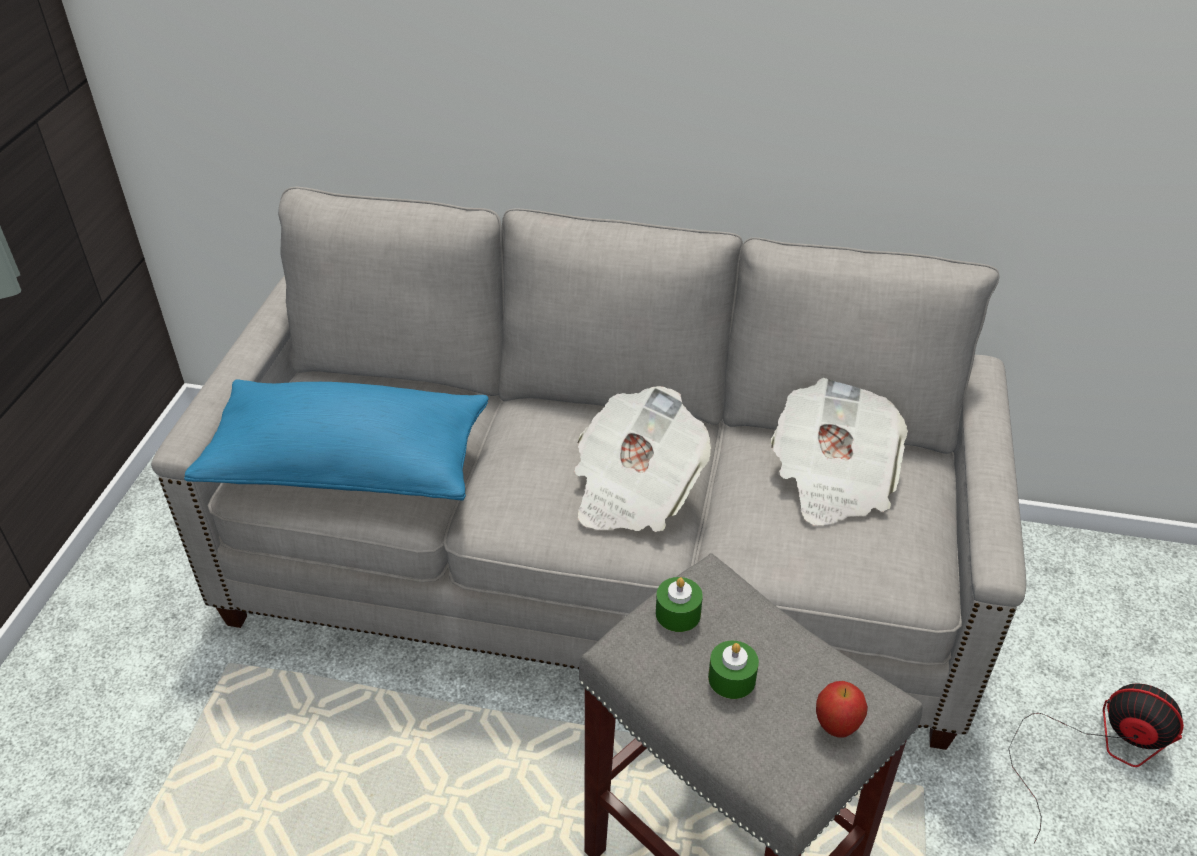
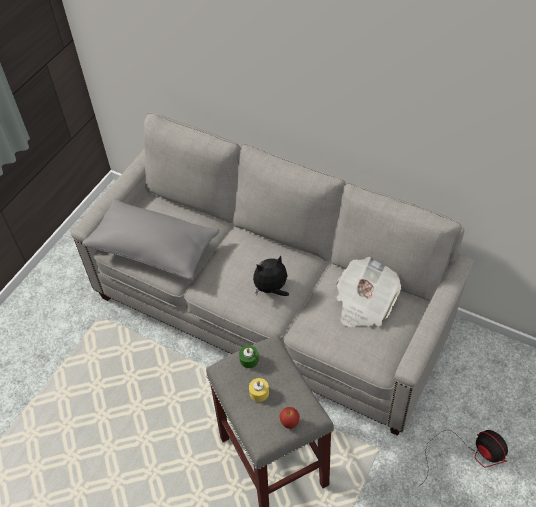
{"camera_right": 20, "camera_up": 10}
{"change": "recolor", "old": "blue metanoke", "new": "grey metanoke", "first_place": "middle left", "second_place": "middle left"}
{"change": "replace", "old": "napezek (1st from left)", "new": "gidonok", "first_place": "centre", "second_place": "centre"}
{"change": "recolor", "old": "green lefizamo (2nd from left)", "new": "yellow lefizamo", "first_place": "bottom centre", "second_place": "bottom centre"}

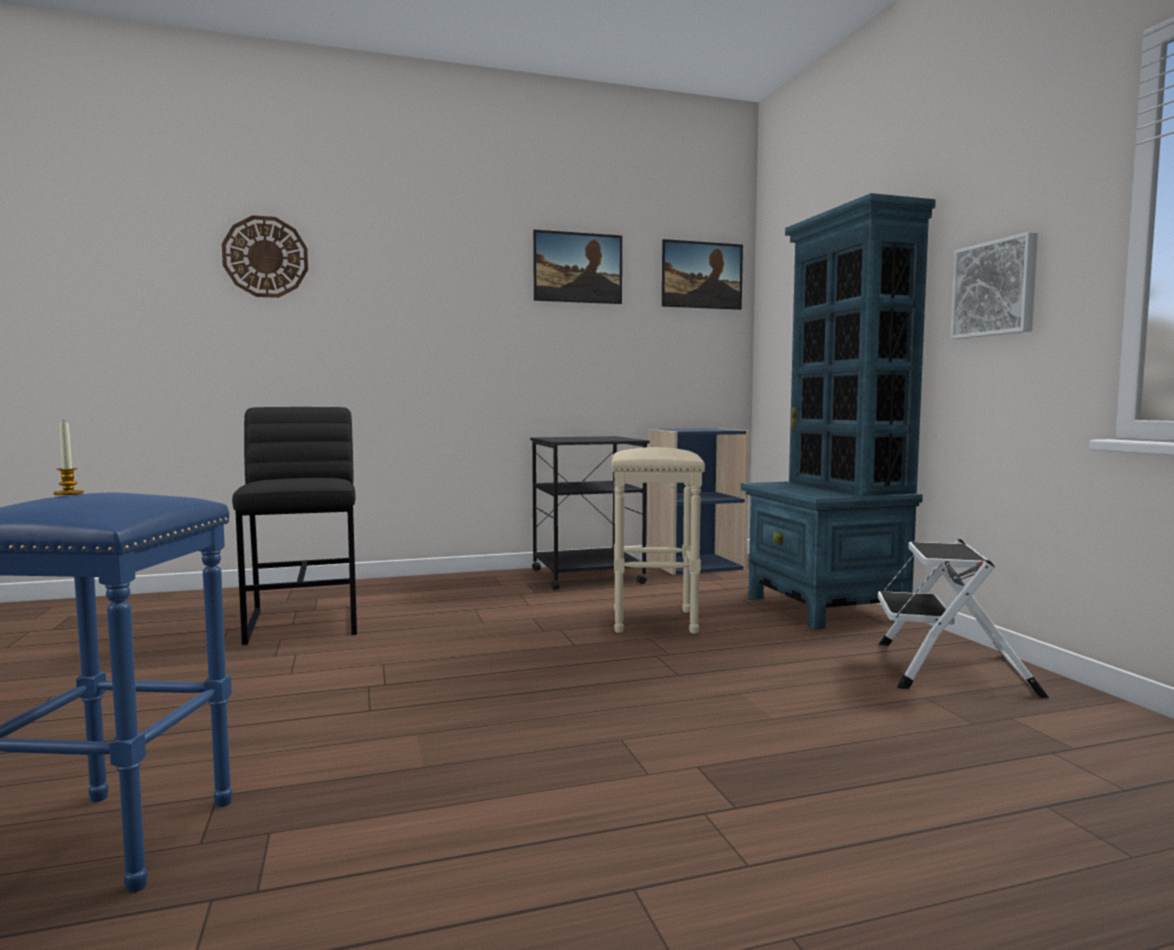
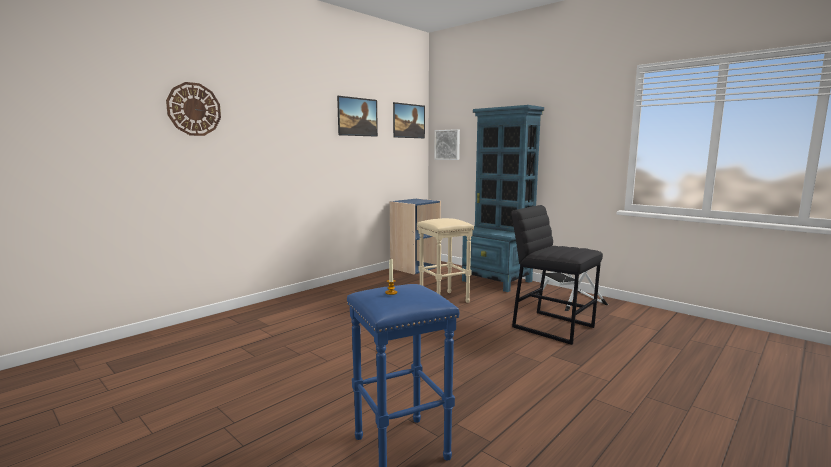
{"camera_right": -30, "camera_up": 5}
{"change": "move", "old": "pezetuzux (3rd from left)", "first_place": "top right", "second_place": "top centre"}
{"change": "move", "old": "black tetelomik", "first_place": "middle left", "second_place": "middle right"}
{"change": "delete", "old": "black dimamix", "first_place": "centre"}

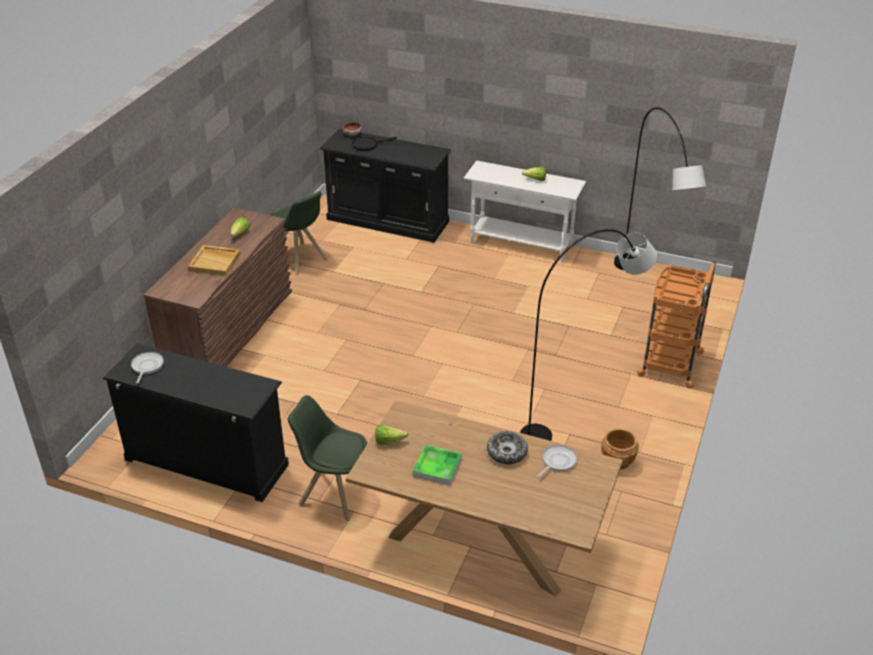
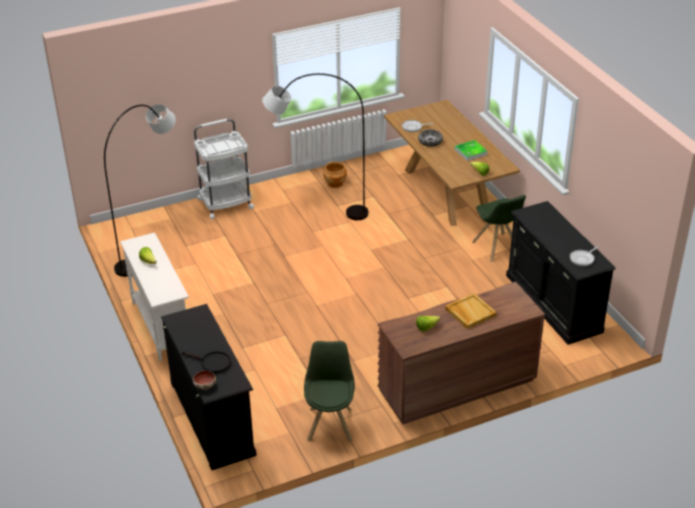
{"camera_right": -135, "camera_up": 0}
{"change": "recolor", "old": "orange dimamix", "new": "white dimamix", "first_place": "middle right", "second_place": "top left"}

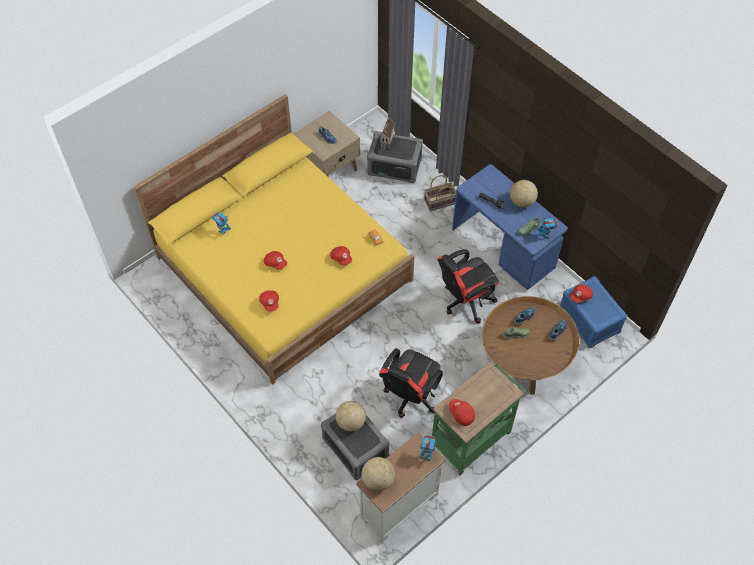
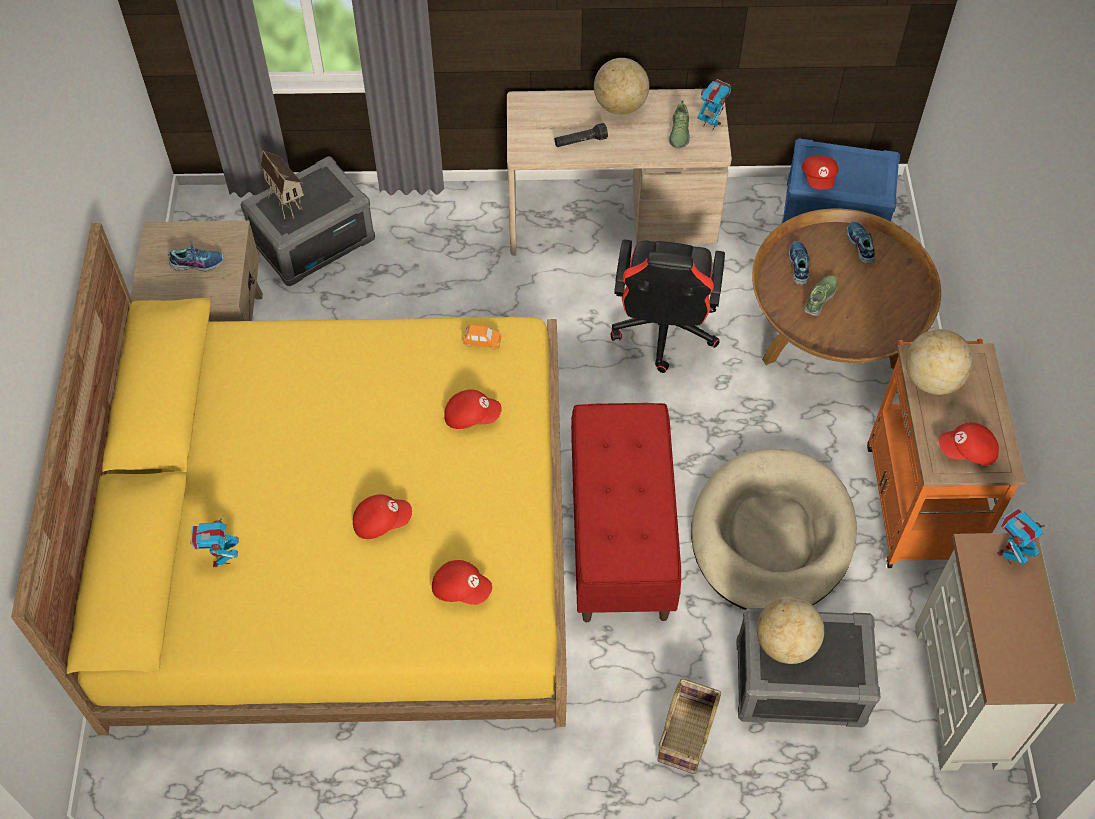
{"camera_right": -50, "camera_up": 0}
{"change": "recolor", "old": "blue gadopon", "new": "beige gadopon", "first_place": "middle right", "second_place": "top centre"}
{"change": "move", "old": "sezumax", "first_place": "centre", "second_place": "bottom centre"}
{"change": "replace", "old": "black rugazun (1st from left)", "new": "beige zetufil", "first_place": "bottom centre", "second_place": "middle right"}
{"change": "recolor", "old": "green dimamix", "new": "orange dimamix", "first_place": "bottom centre", "second_place": "middle right"}
{"change": "move", "old": "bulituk (2nd from left in the first image)", "new": "bulituk (3rd from left)", "first_place": "bottom centre", "second_place": "middle right"}
{"change": "insert", "new": "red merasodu", "second_place": "centre"}

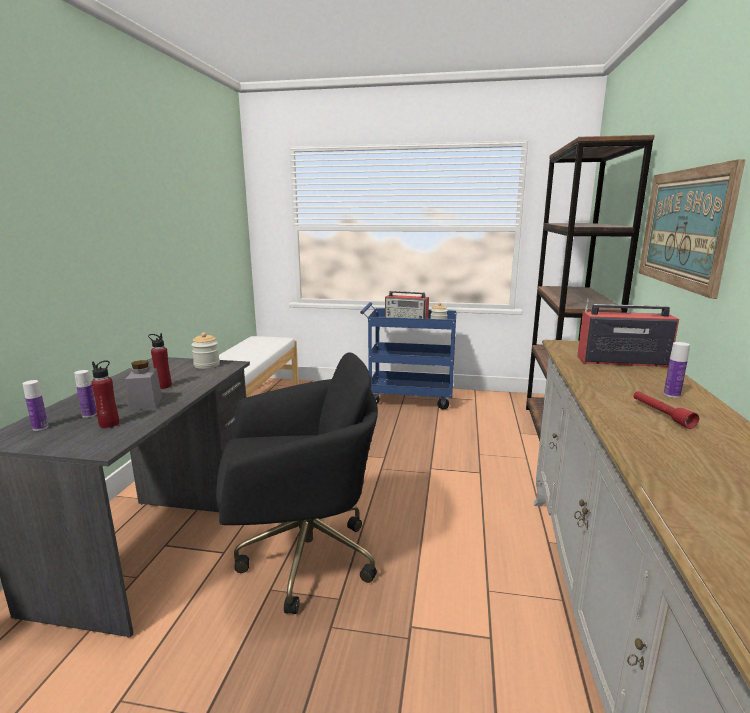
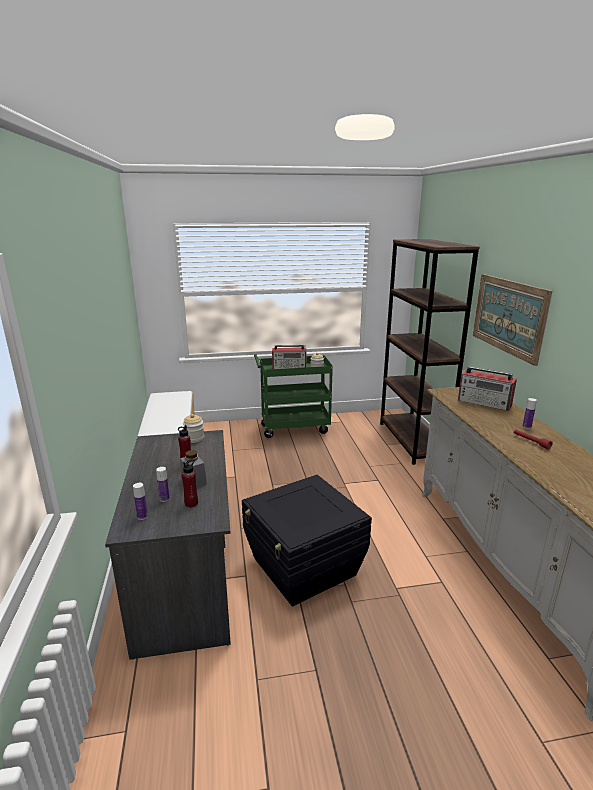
{"camera_right": -20, "camera_up": 5}
{"change": "rotate", "old": "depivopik (2nd from left)", "first_place": "middle right", "second_place": "middle right", "degrees": -135}
{"change": "recolor", "old": "blue dimamix", "new": "green dimamix", "first_place": "centre", "second_place": "centre"}
{"change": "replace", "old": "black rugazun", "new": "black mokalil", "first_place": "bottom centre", "second_place": "bottom centre"}

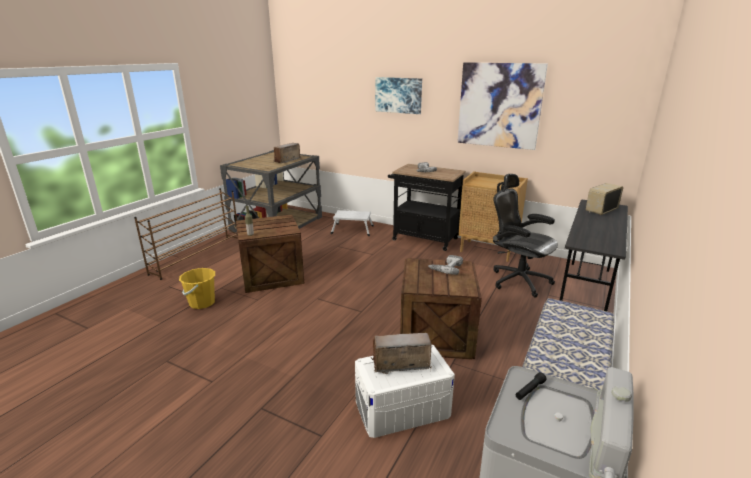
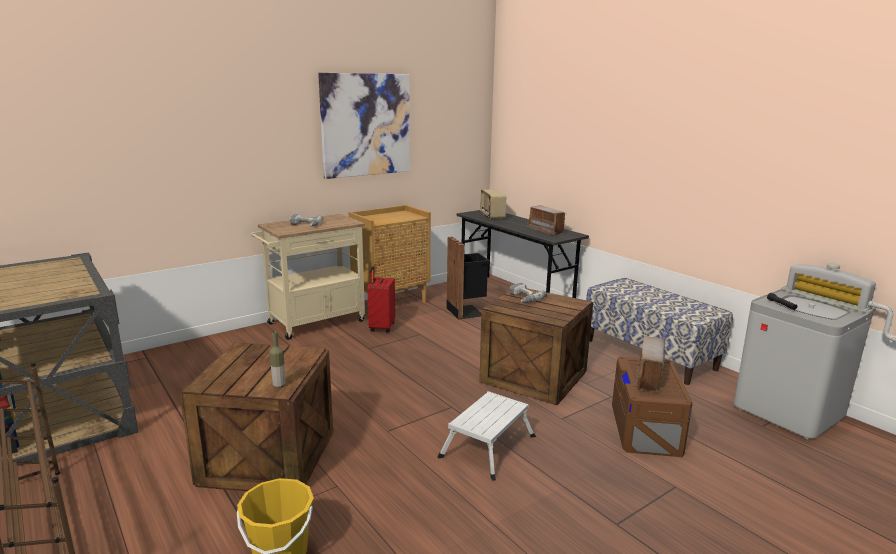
{"camera_right": -65, "camera_up": -5}
{"change": "delete", "old": "pezetuzux (1st from left)", "first_place": "top centre"}
{"change": "move", "old": "depivopik (1st from left in the first image)", "new": "depivopik (2nd from left)", "first_place": "top centre", "second_place": "centre"}
{"change": "recolor", "old": "black dimamix", "new": "beige dimamix", "first_place": "centre", "second_place": "centre"}
{"change": "replace", "old": "rugazun", "new": "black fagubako", "first_place": "middle right", "second_place": "centre"}
{"change": "move", "old": "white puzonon", "first_place": "centre", "second_place": "bottom centre"}
{"change": "recolor", "old": "white mokalil", "new": "brown mokalil", "first_place": "bottom centre", "second_place": "bottom right"}
{"change": "insert", "new": "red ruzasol", "second_place": "centre"}

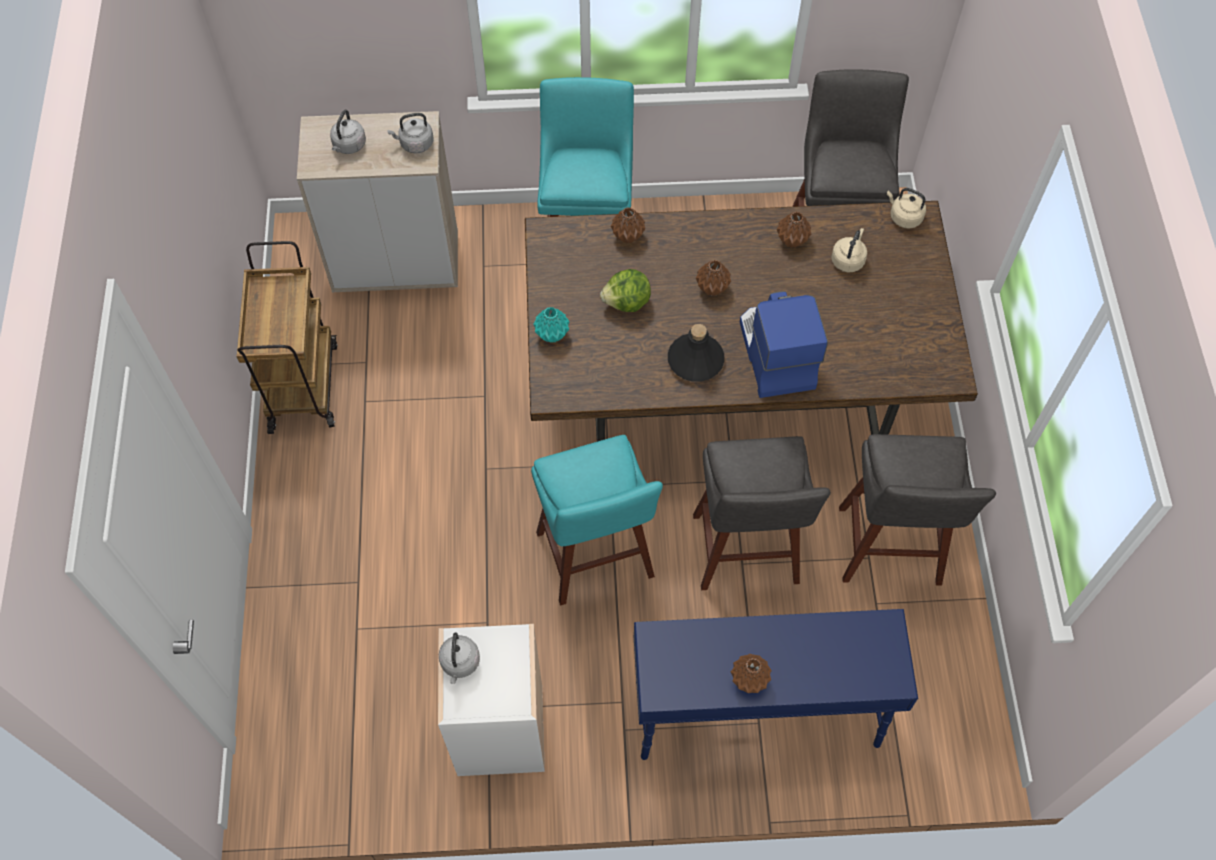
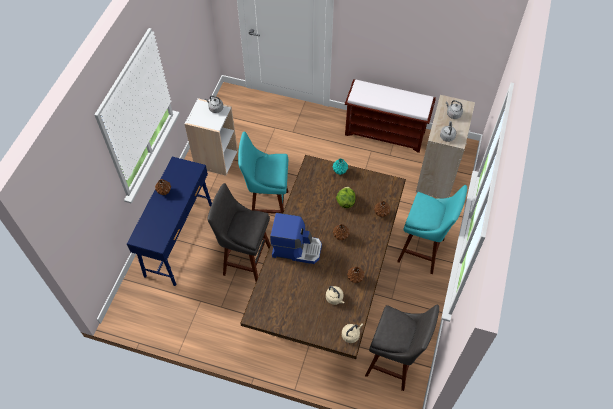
{"camera_right": 110, "camera_up": -5}
{"change": "replace", "old": "brown dimamix", "new": "brown merasodu", "first_place": "middle left", "second_place": "top centre"}
{"change": "delete", "old": "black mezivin", "first_place": "centre"}
{"change": "delete", "old": "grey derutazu (3rd from left)", "first_place": "middle right"}

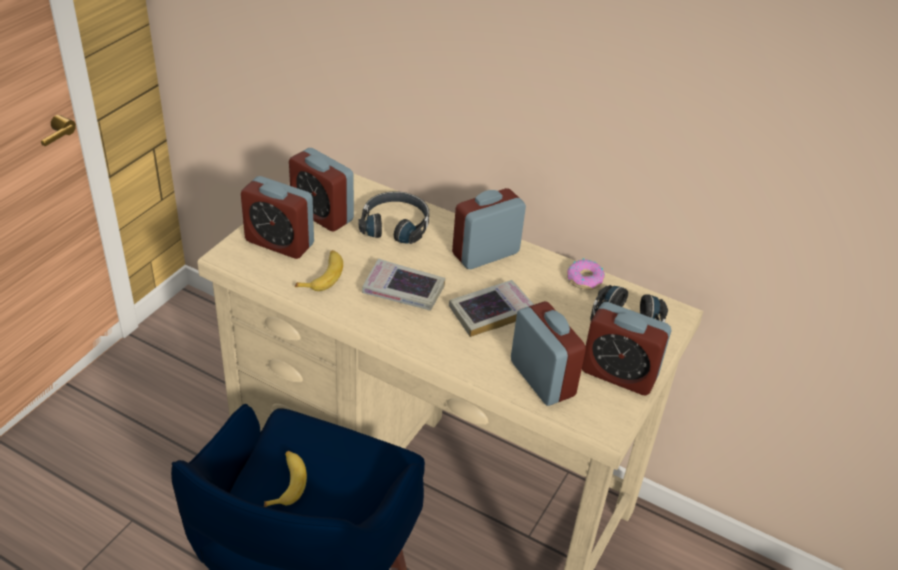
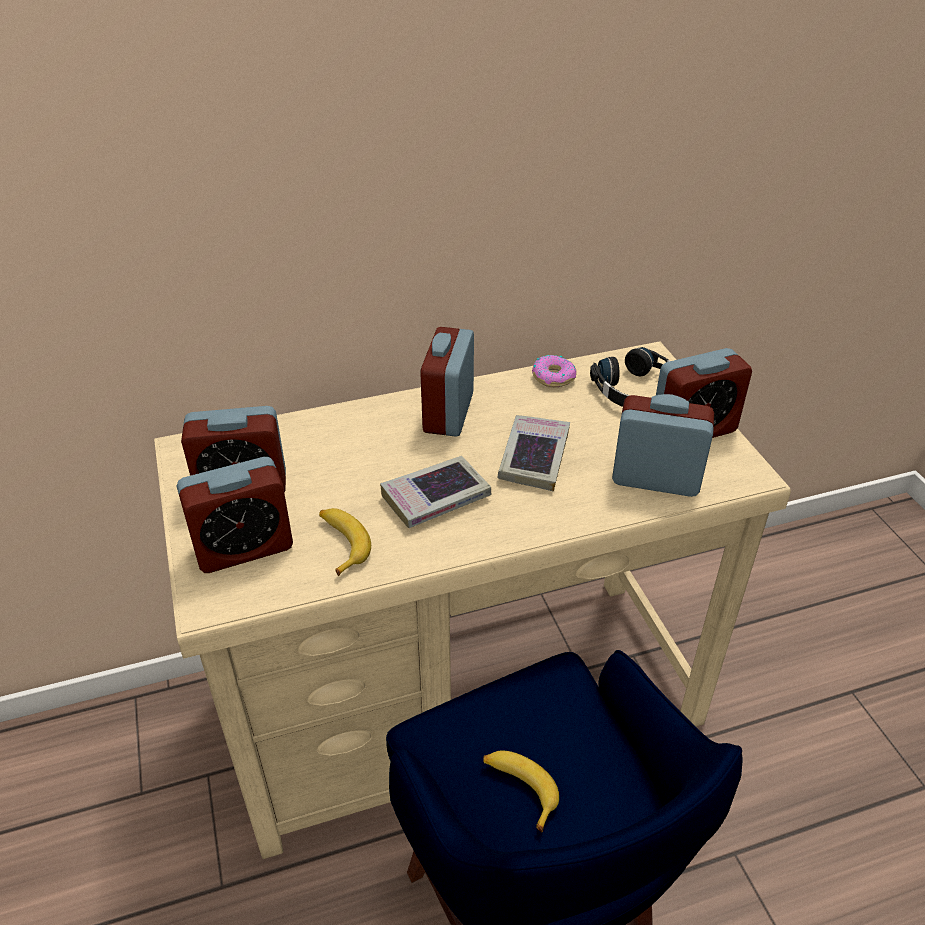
{"camera_right": -45, "camera_up": 0}
{"change": "delete", "old": "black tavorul (1st from left)", "first_place": "centre"}

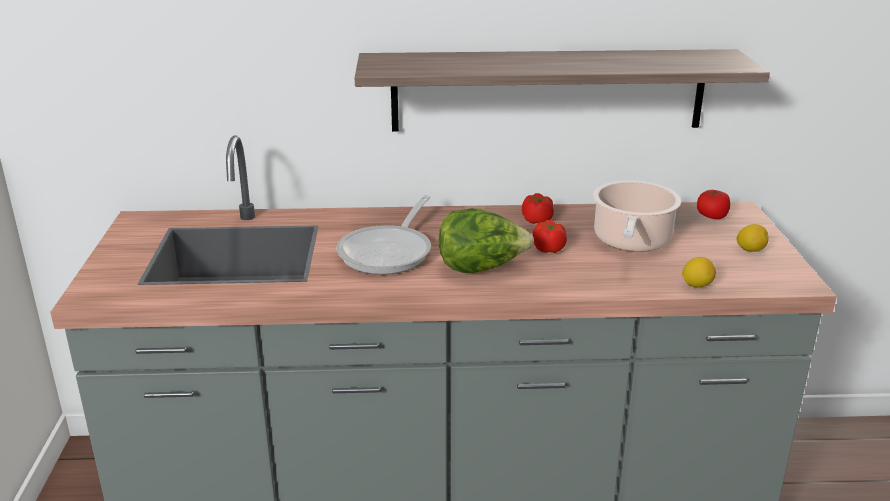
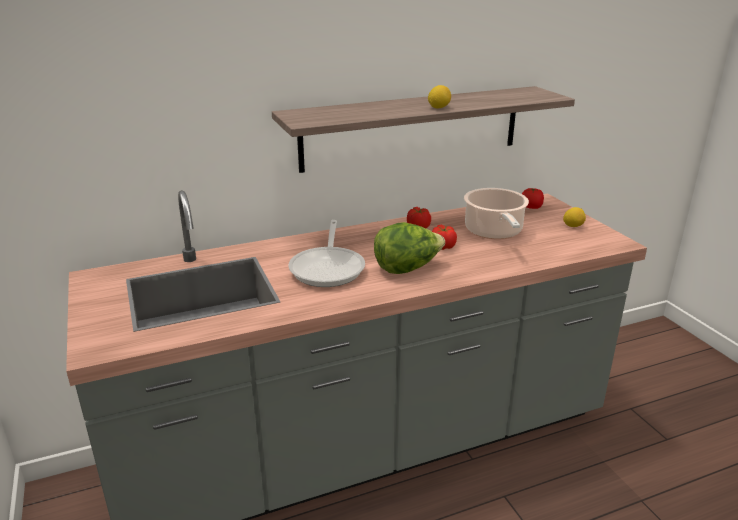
{"camera_right": -20, "camera_up": 0}
{"change": "move", "old": "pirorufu (1st from left)", "first_place": "middle right", "second_place": "top centre"}

